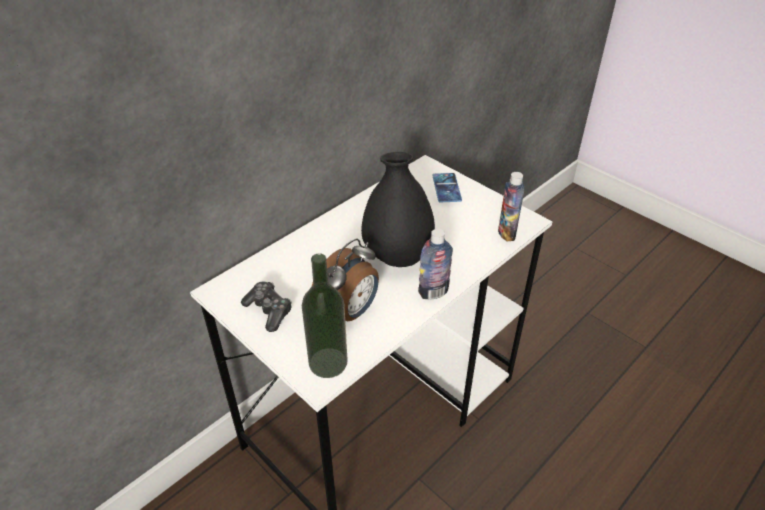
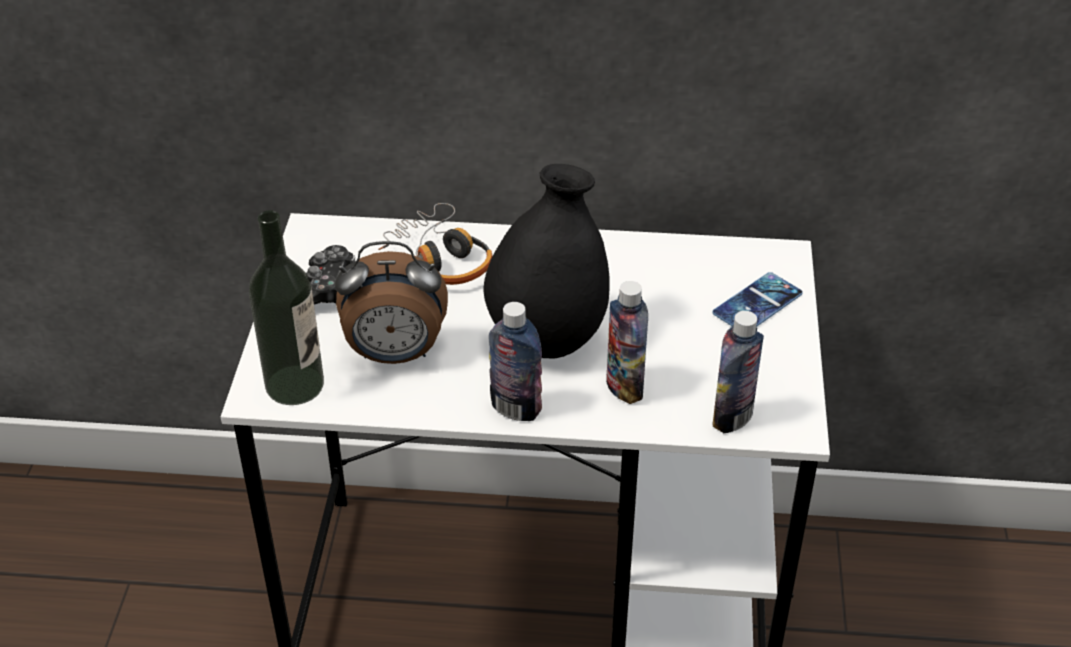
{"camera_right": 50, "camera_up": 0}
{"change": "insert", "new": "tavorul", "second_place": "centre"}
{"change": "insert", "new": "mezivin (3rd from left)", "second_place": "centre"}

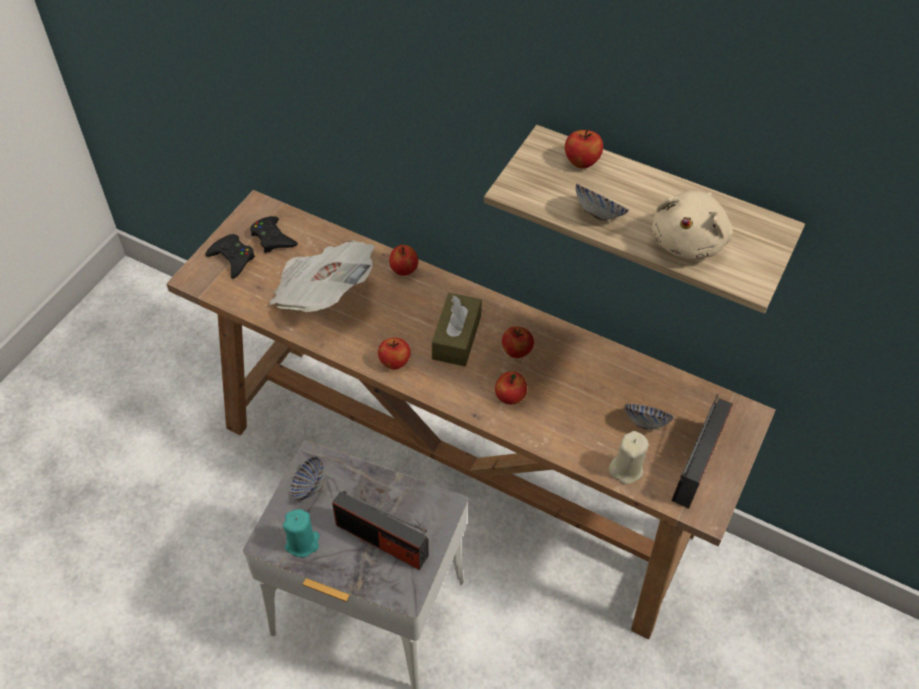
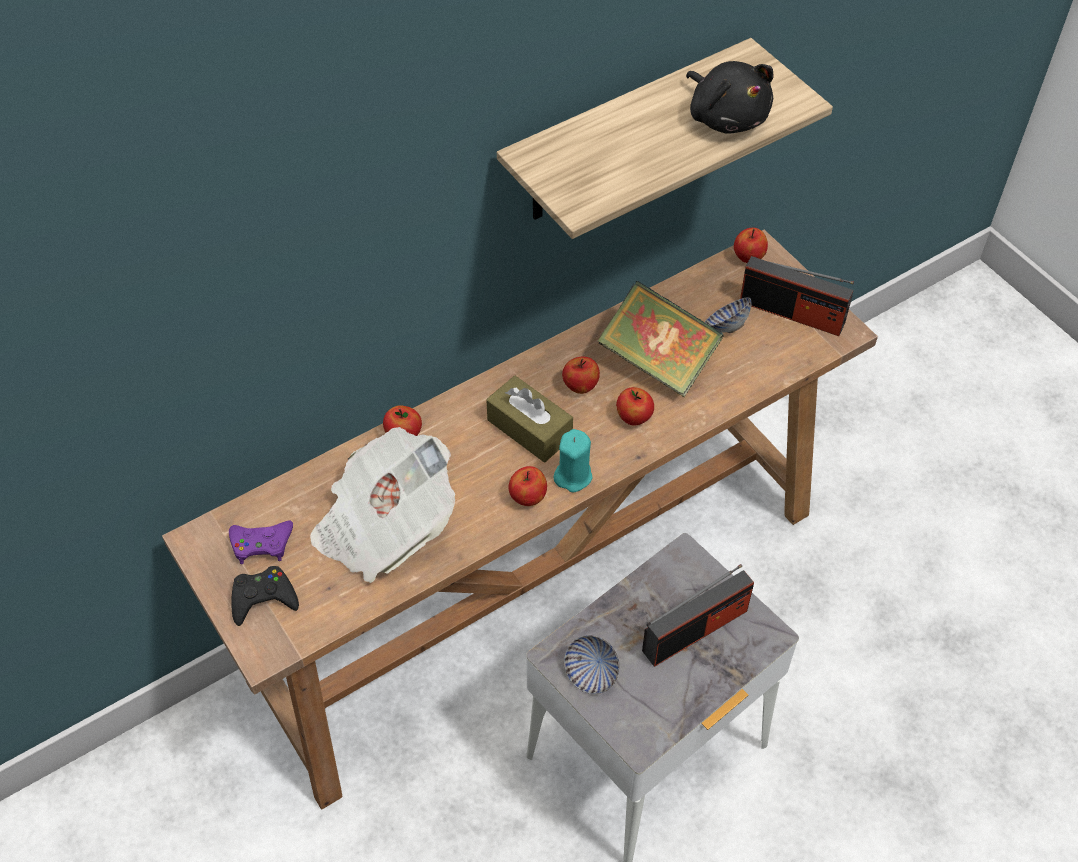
{"camera_right": -60, "camera_up": 0}
{"change": "move", "old": "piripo (5th from left)", "first_place": "top centre", "second_place": "top right"}
{"change": "delete", "old": "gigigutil (2nd from left)", "first_place": "top centre"}
{"change": "recolor", "old": "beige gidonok", "new": "black gidonok", "first_place": "top right", "second_place": "top right"}
{"change": "recolor", "old": "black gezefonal (2nd from left)", "new": "purple gezefonal", "first_place": "middle left", "second_place": "middle left"}
{"change": "rotate", "old": "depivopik (2nd from left)", "first_place": "middle right", "second_place": "middle right", "degrees": 150}
{"change": "delete", "old": "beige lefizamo", "first_place": "middle right"}
{"change": "move", "old": "turquoise lefizamo", "first_place": "bottom left", "second_place": "centre"}
{"change": "insert", "new": "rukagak", "second_place": "centre"}

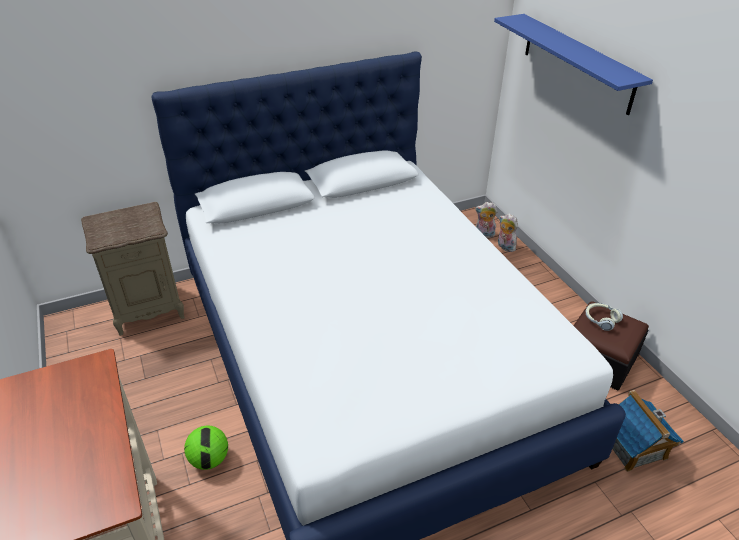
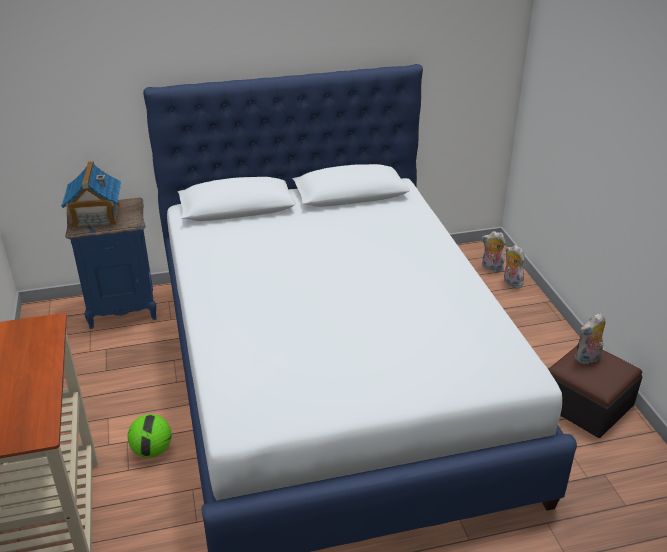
{"camera_right": 10, "camera_up": -5}
{"change": "delete", "old": "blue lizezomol", "first_place": "top right"}
{"change": "recolor", "old": "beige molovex", "new": "blue molovex", "first_place": "middle left", "second_place": "middle left"}
{"change": "replace", "old": "tavorul", "new": "gidonok (3rd from left)", "first_place": "middle right", "second_place": "middle right"}
{"change": "move", "old": "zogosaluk", "first_place": "bottom right", "second_place": "middle left"}

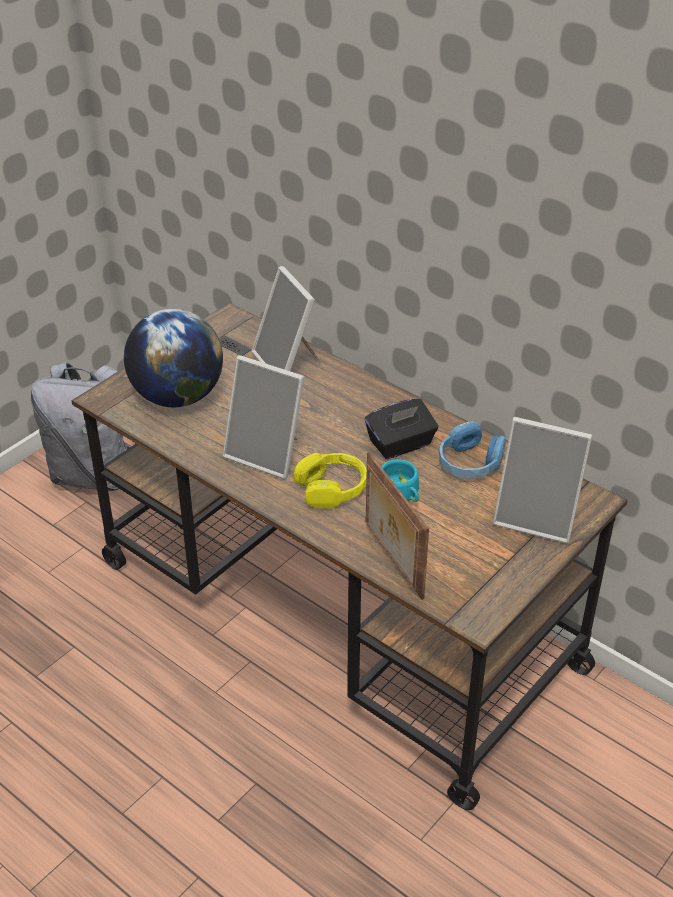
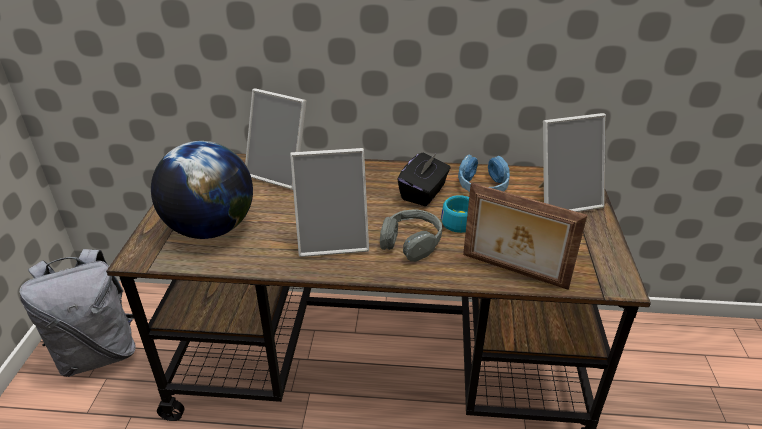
{"camera_right": -35, "camera_up": -5}
{"change": "recolor", "old": "yellow tavorul", "new": "grey tavorul", "first_place": "centre", "second_place": "centre"}

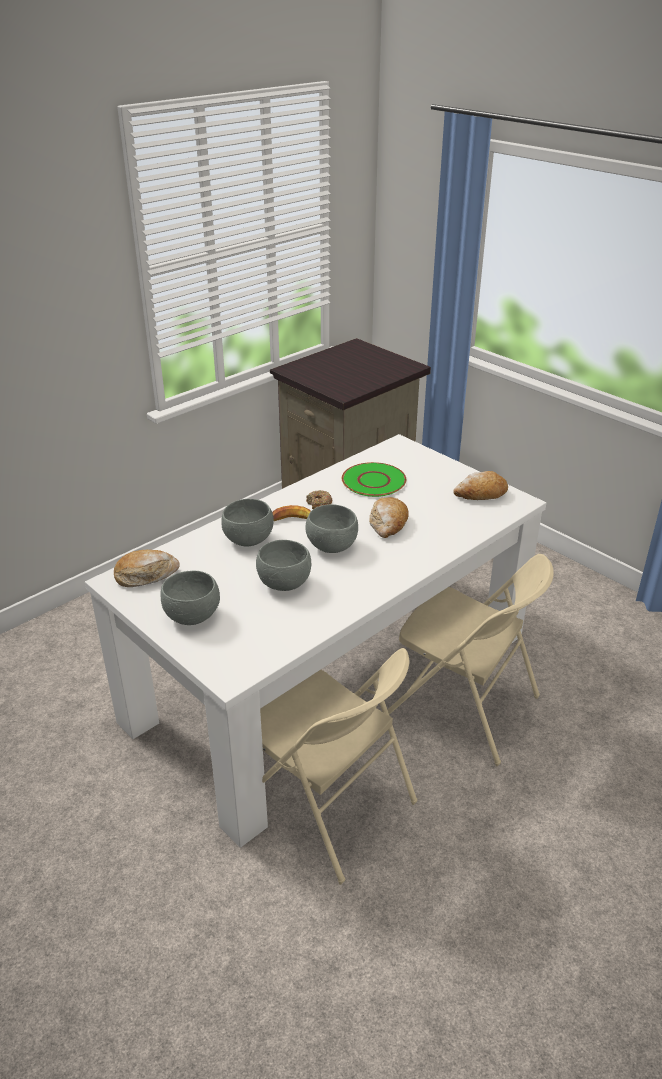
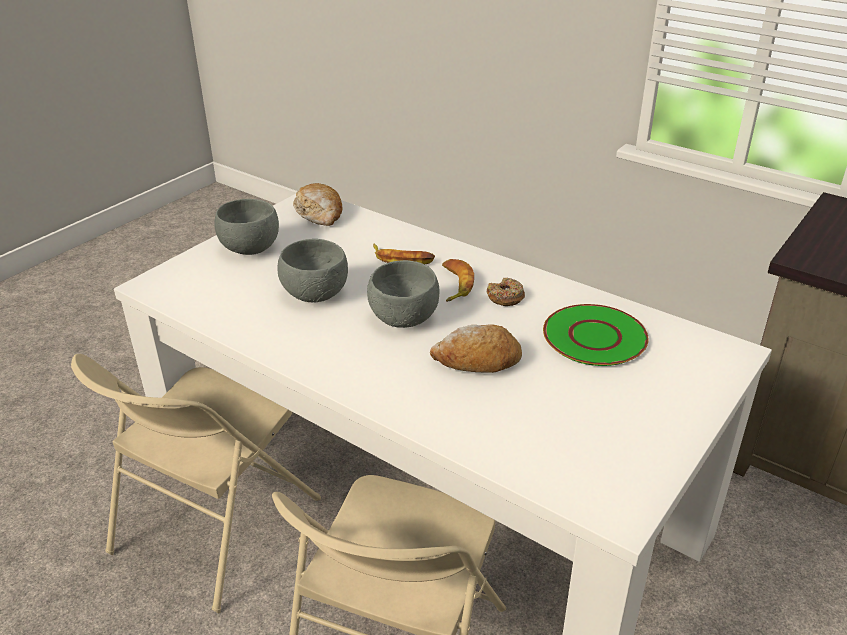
{"camera_right": 80, "camera_up": 0}
{"change": "delete", "old": "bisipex (3rd from left)", "first_place": "middle right"}
{"change": "replace", "old": "grey gigigutil (2nd from left)", "new": "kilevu (1st from left)", "first_place": "centre", "second_place": "centre"}

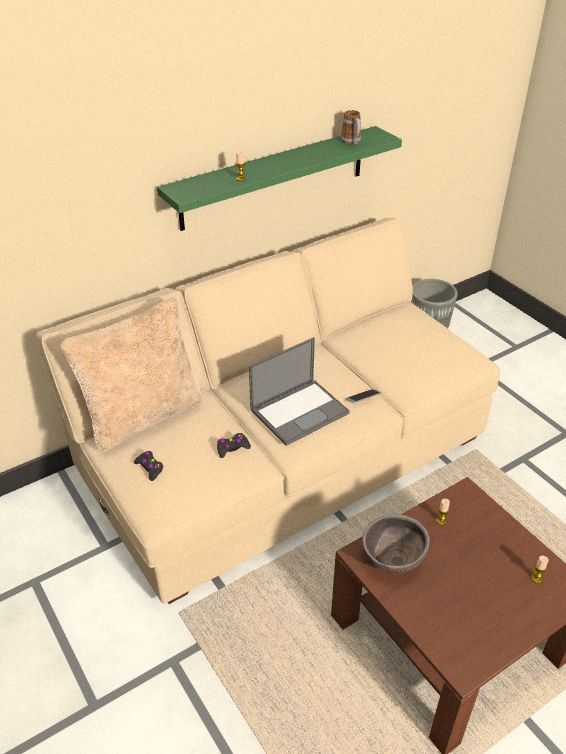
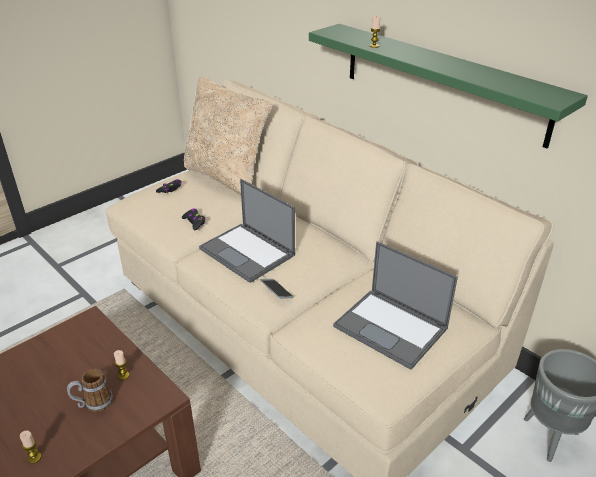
{"camera_right": 80, "camera_up": -5}
{"change": "move", "old": "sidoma", "first_place": "top centre", "second_place": "bottom left"}
{"change": "delete", "old": "brown gigigutil", "first_place": "bottom right"}
{"change": "insert", "new": "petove (2nd from left)", "second_place": "centre"}

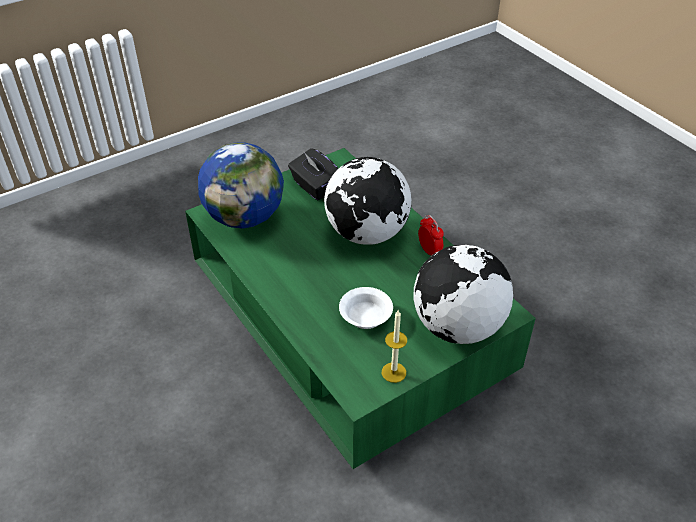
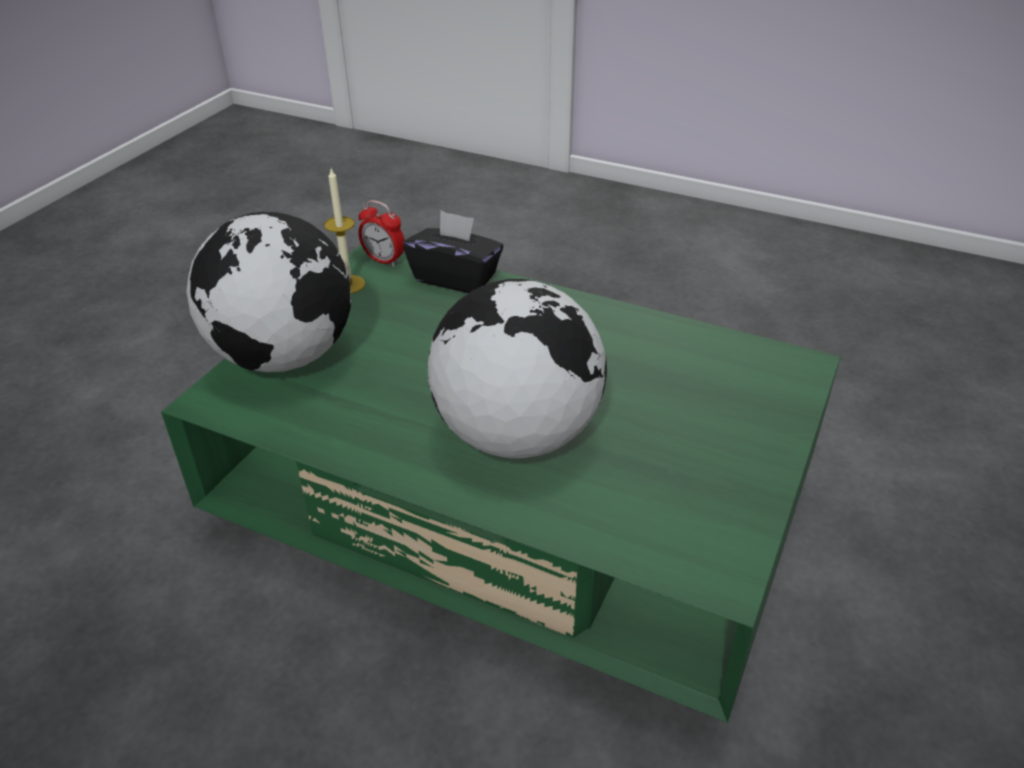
{"camera_right": 150, "camera_up": -5}
{"change": "delete", "old": "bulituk (1st from left)", "first_place": "centre"}
{"change": "move", "old": "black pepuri", "first_place": "centre", "second_place": "top centre"}
{"change": "move", "old": "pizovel", "first_place": "centre", "second_place": "top centre"}
{"change": "delete", "old": "white gigigutil", "first_place": "centre"}

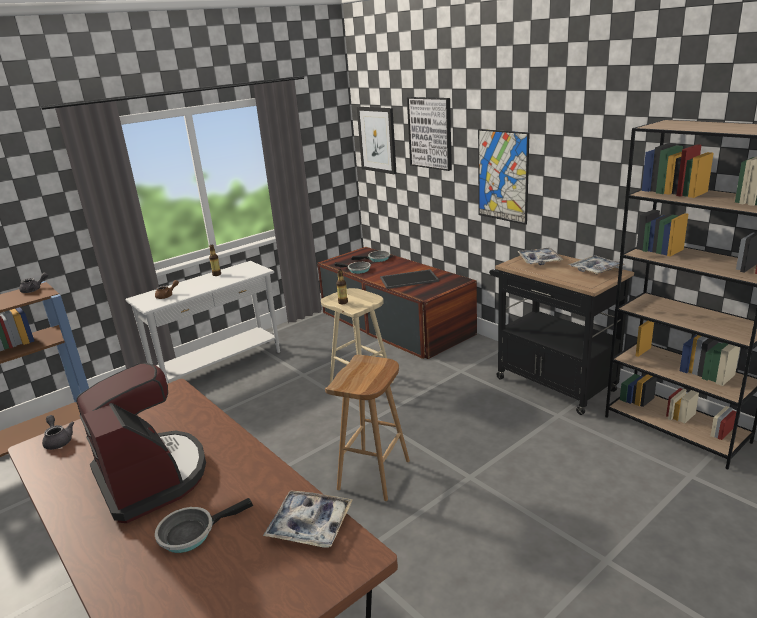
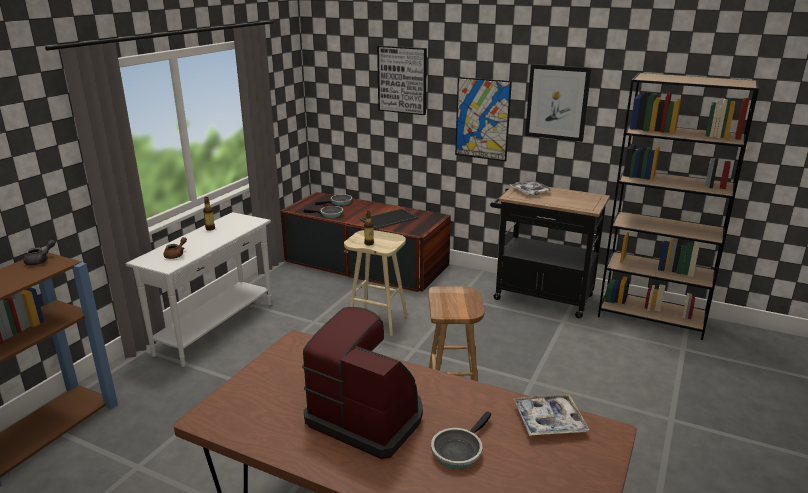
{"camera_right": -25, "camera_up": 0}
{"change": "move", "old": "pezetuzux (1st from left in the first image)", "new": "pezetuzux (3rd from left)", "first_place": "top centre", "second_place": "top right"}
{"change": "delete", "old": "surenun (4th from left)", "first_place": "middle right"}
{"change": "delete", "old": "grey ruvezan (2nd from left)", "first_place": "bottom left"}

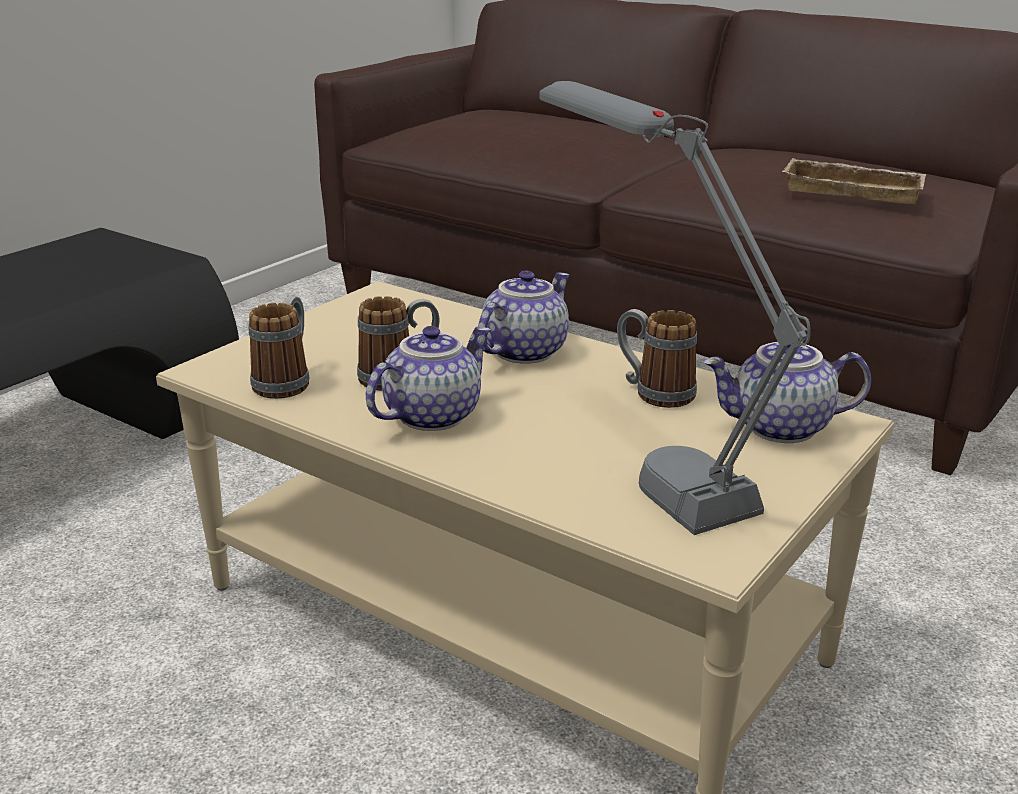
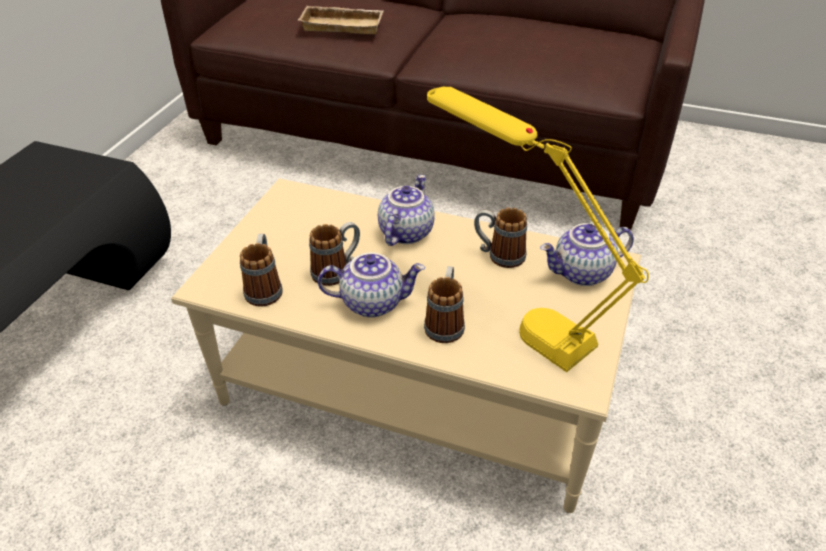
{"camera_right": -15, "camera_up": 15}
{"change": "recolor", "old": "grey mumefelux", "new": "yellow mumefelux", "first_place": "centre", "second_place": "centre"}
{"change": "move", "old": "beige surenun", "first_place": "top right", "second_place": "top centre"}
{"change": "rotate", "old": "ruvezan (1st from left)", "first_place": "centre", "second_place": "centre", "degrees": 60}
{"change": "insert", "new": "sidoma (3rd from left)", "second_place": "centre"}

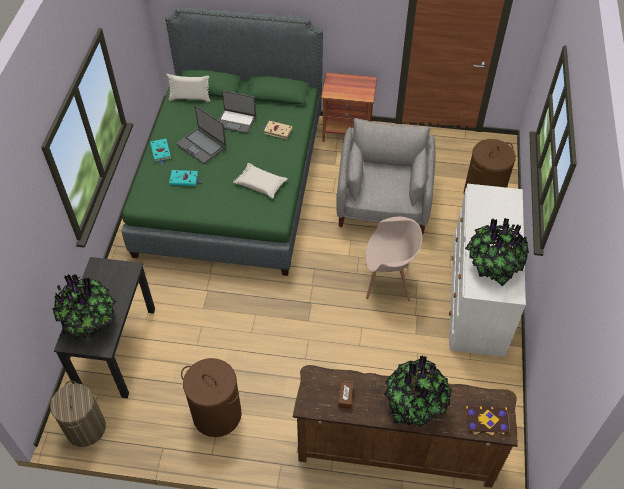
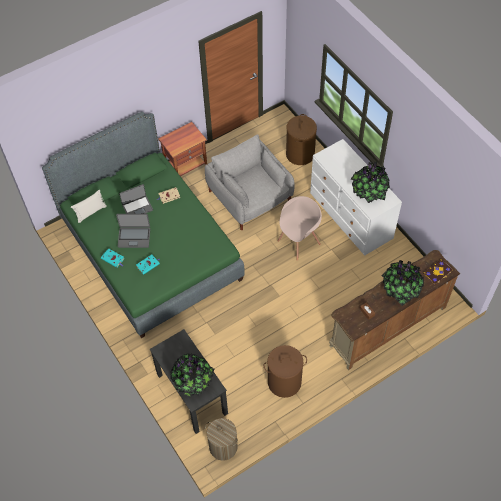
{"camera_right": -40, "camera_up": 5}
{"change": "delete", "old": "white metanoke (2nd from left)", "first_place": "centre"}

